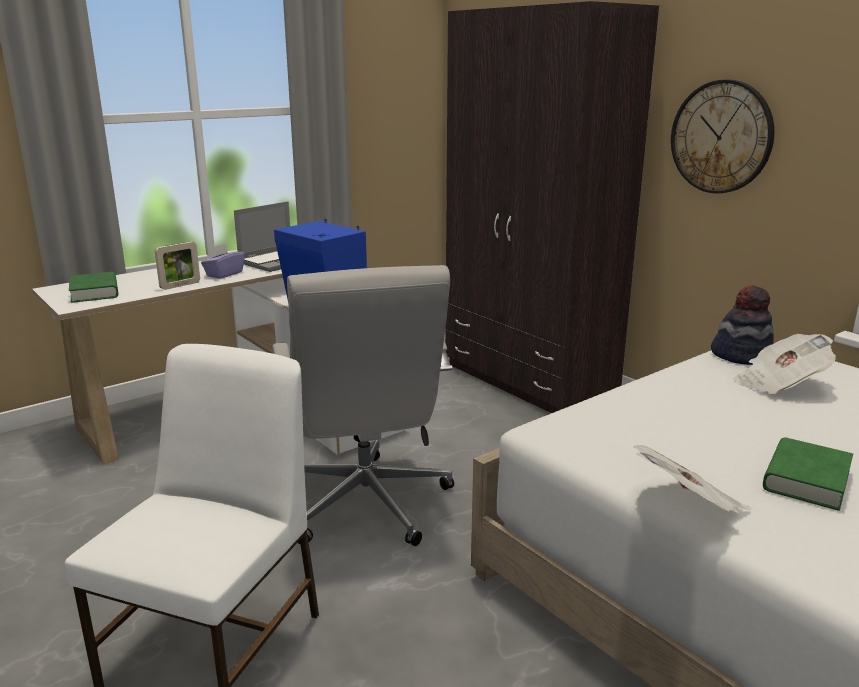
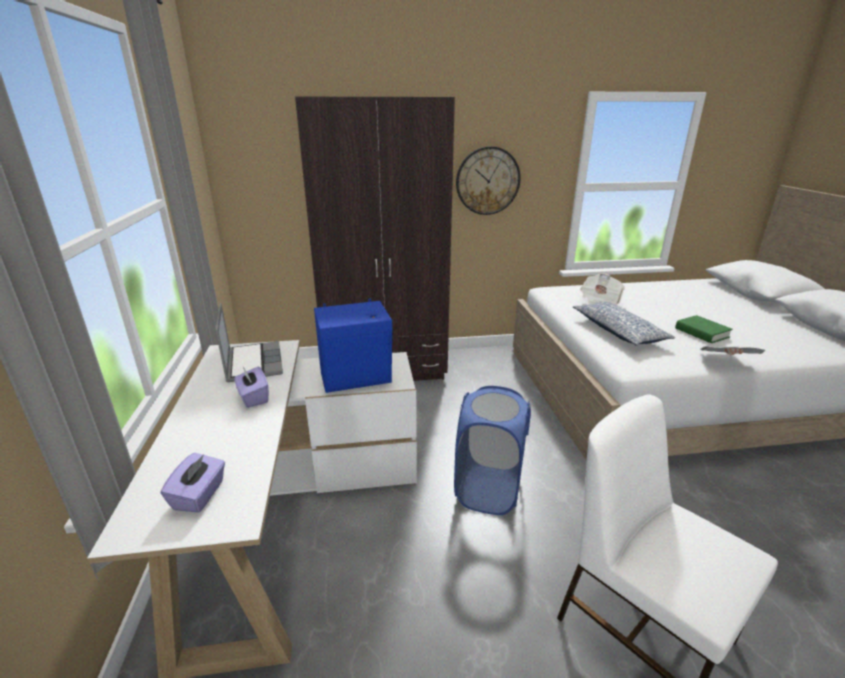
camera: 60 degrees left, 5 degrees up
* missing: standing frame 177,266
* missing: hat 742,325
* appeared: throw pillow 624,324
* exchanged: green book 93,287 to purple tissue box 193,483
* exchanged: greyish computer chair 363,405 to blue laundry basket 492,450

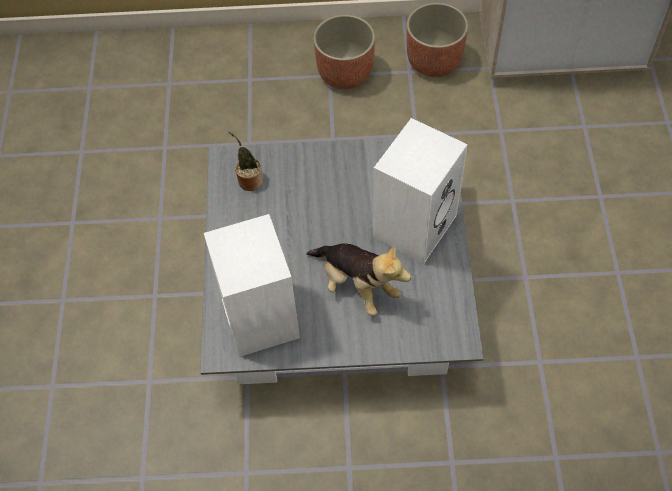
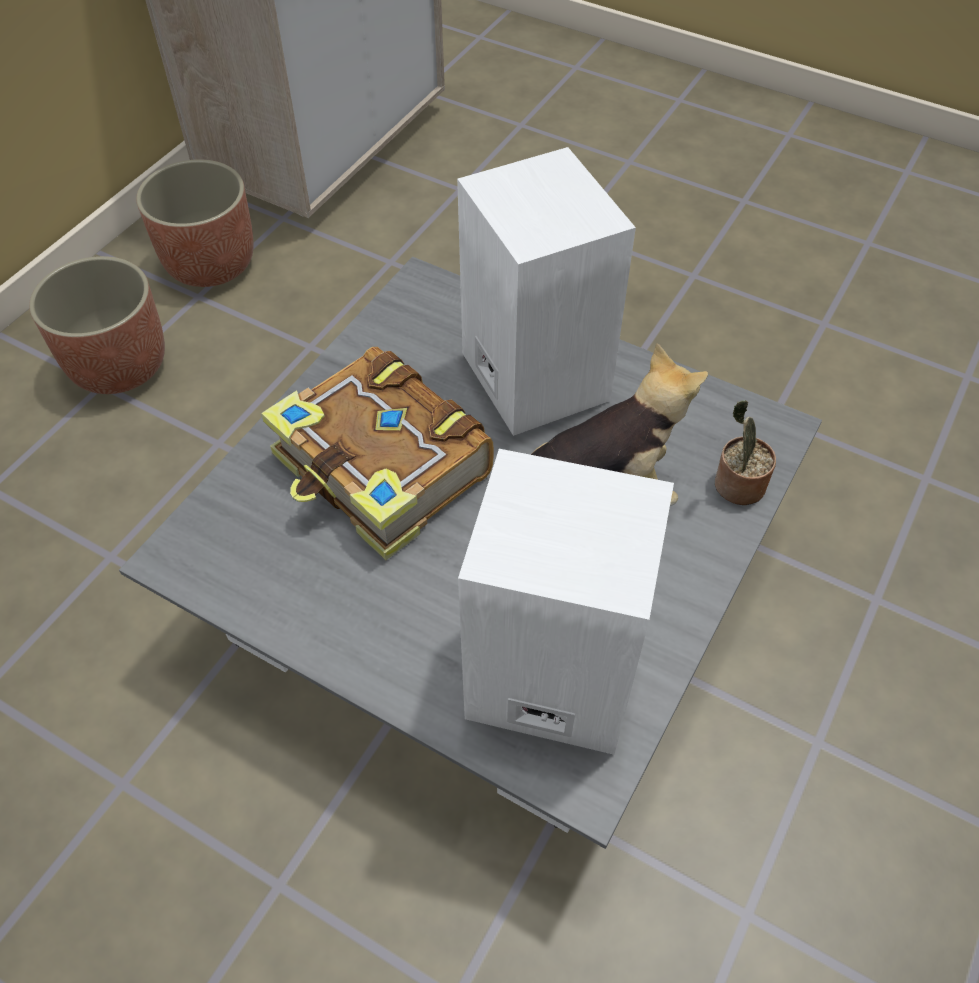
camera: 60 degrees left, 5 degrees down
* appeared: book 377,453
* relocated: potted plant 245,161 to 745,452

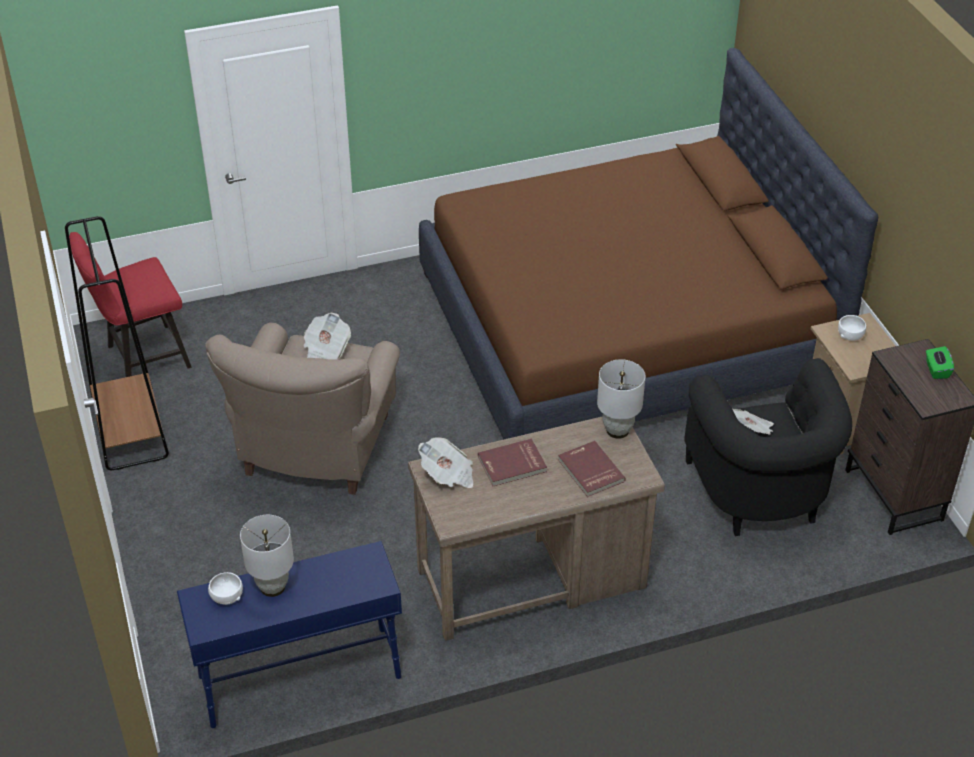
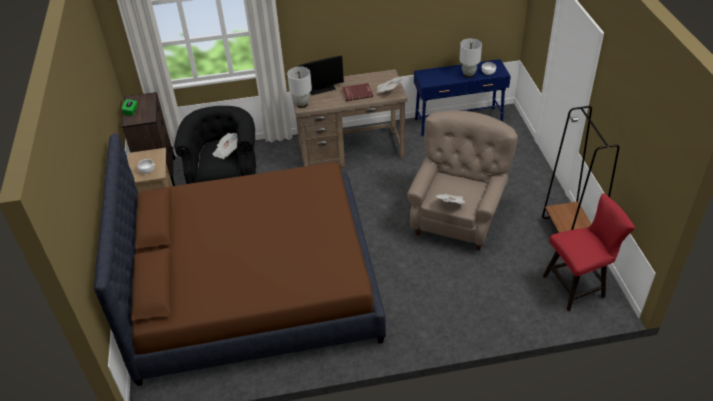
camera: 170 degrees left, 0 degrees up
* exchanged: red book 592,469 to computer display 321,75

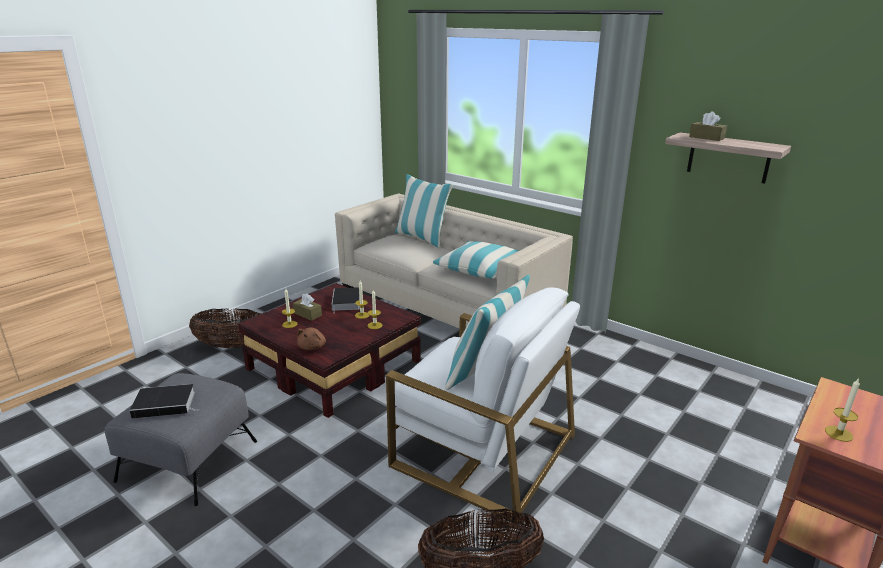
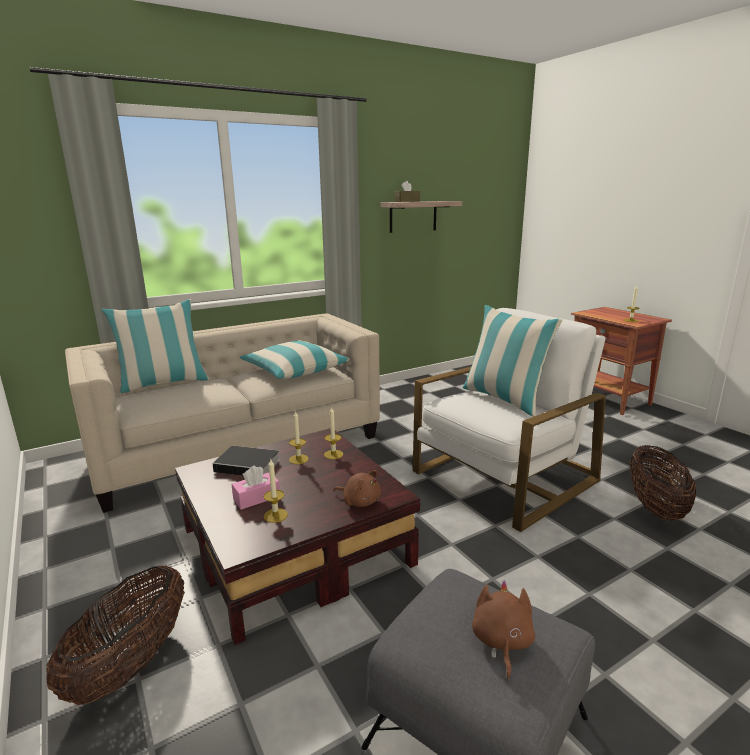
camera: 70 degrees left, 5 degrees down
* exchanged: book 164,401 to brown plush toy 503,630
* colour: brown tissue box 307,307 to pink-coloured tissue box 255,487

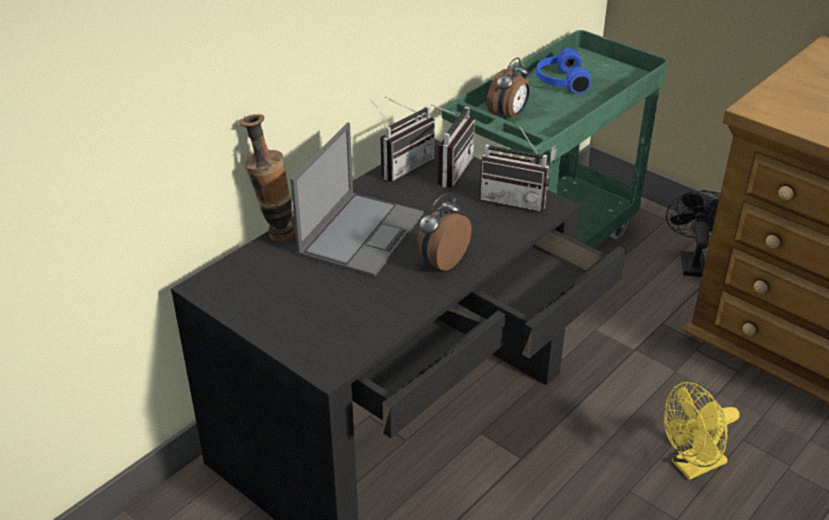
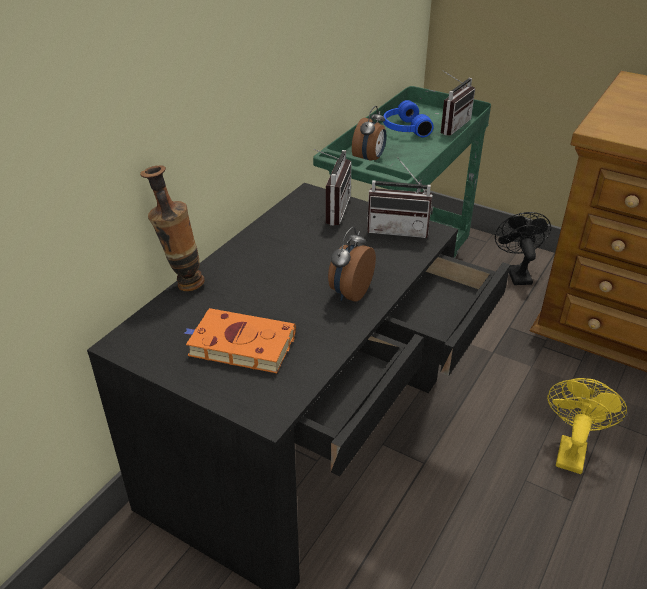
camera: 10 degrees left, 0 degrees up
* missing: laptop 357,199
* appeared: orange book 240,340
* relocated: radio receiver 407,139 to 458,103
* spun: yellow electric fan 702,431 = 587,426 150 degrees clockwise

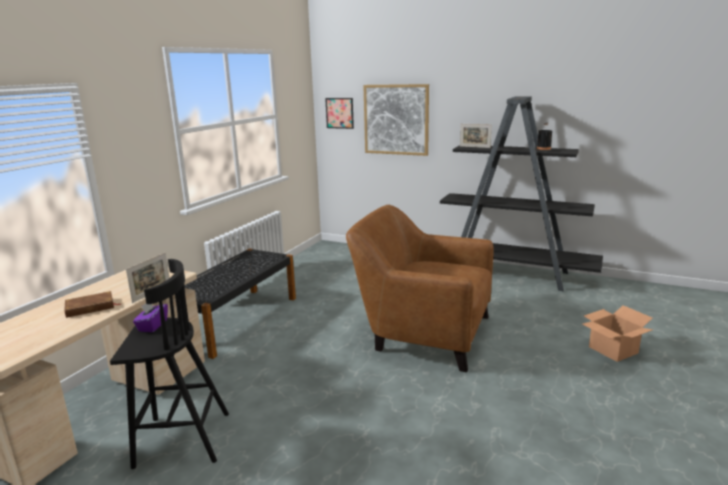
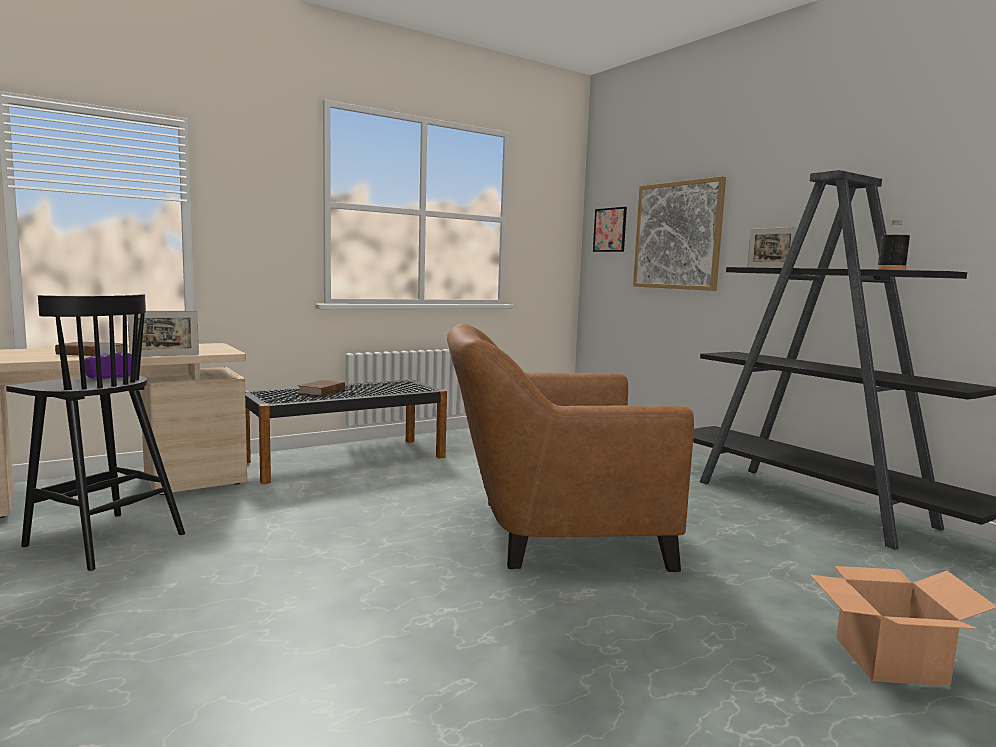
camera: 30 degrees right, 10 degrees down
* appeared: brown book 321,388
* spun: brown armchair 419,288 = 570,448 60 degrees counterclockwise

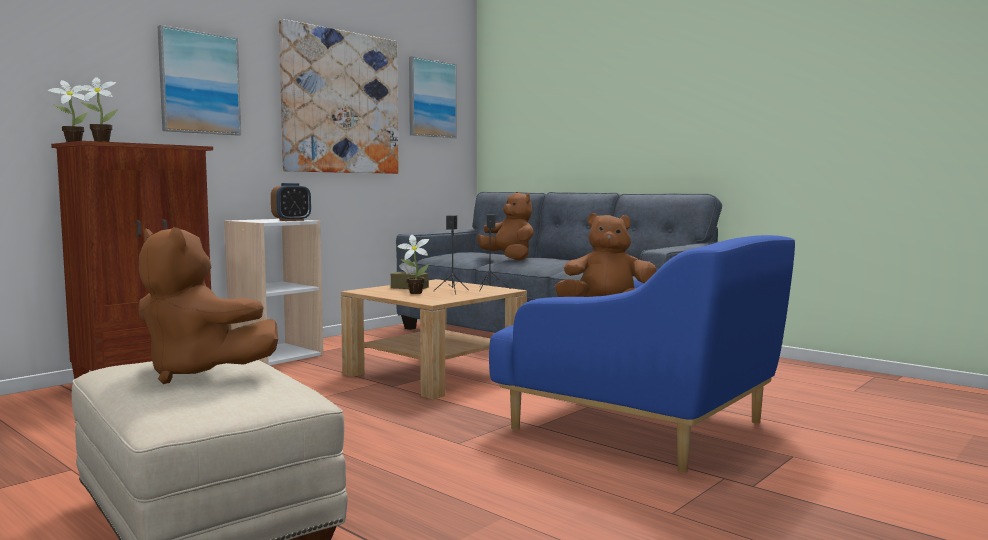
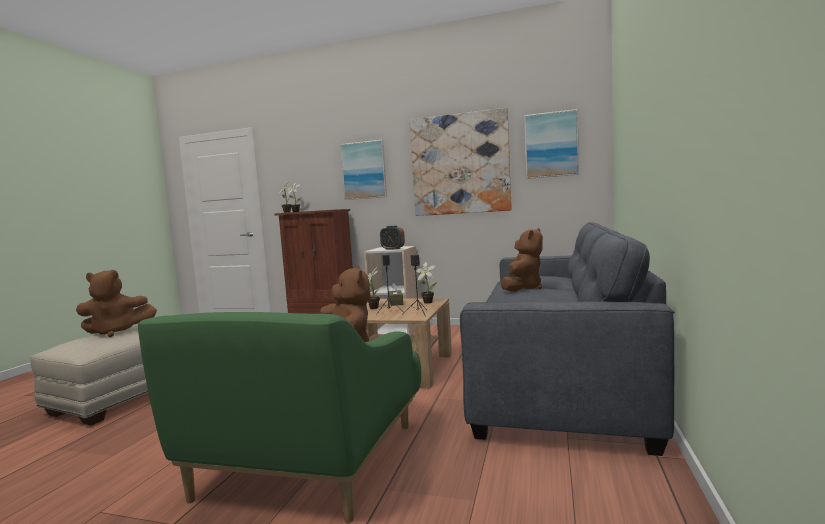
camera: 65 degrees right, 0 degrees up
* appeared: potted plant 426,283
* colour: blue armchair 642,354 to green armchair 279,417
* spun: brown plush toy 208,305 = 116,303 105 degrees counterclockwise

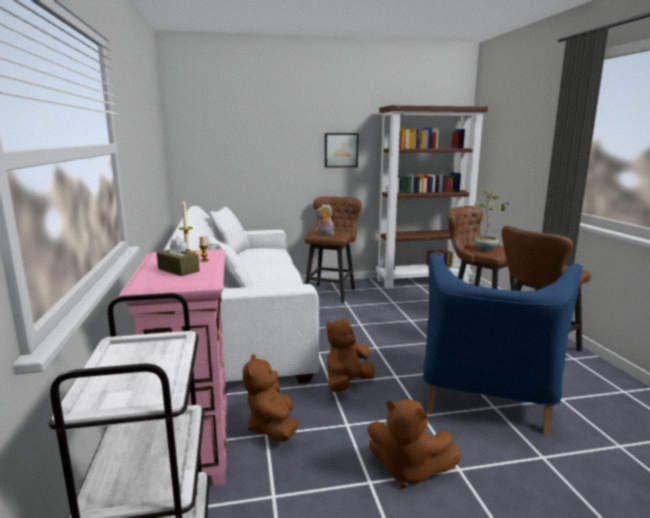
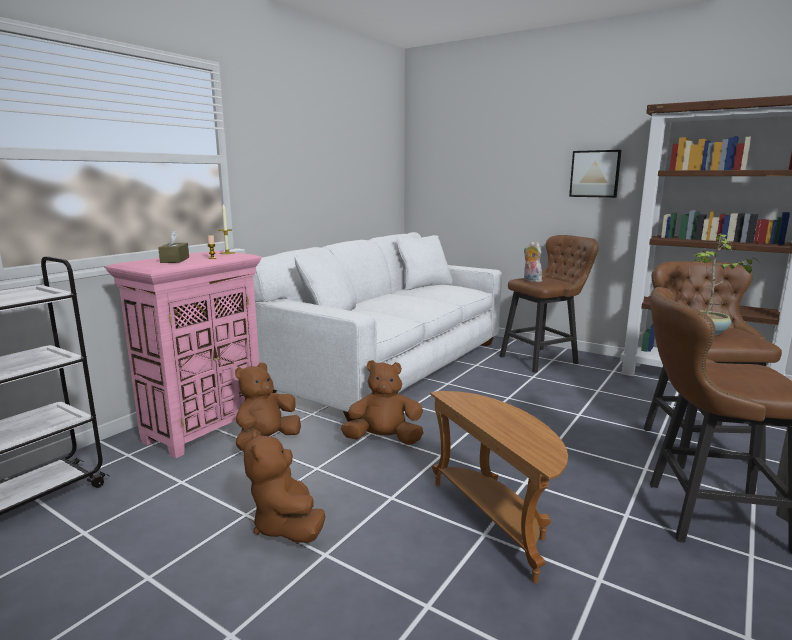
camera: 45 degrees right, 0 degrees up
* exchanged: blue armchair 503,344 to brown end table 499,487

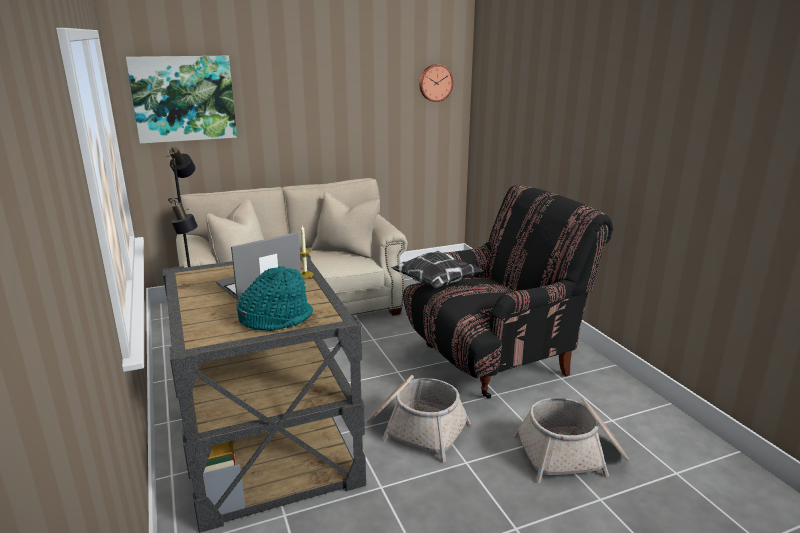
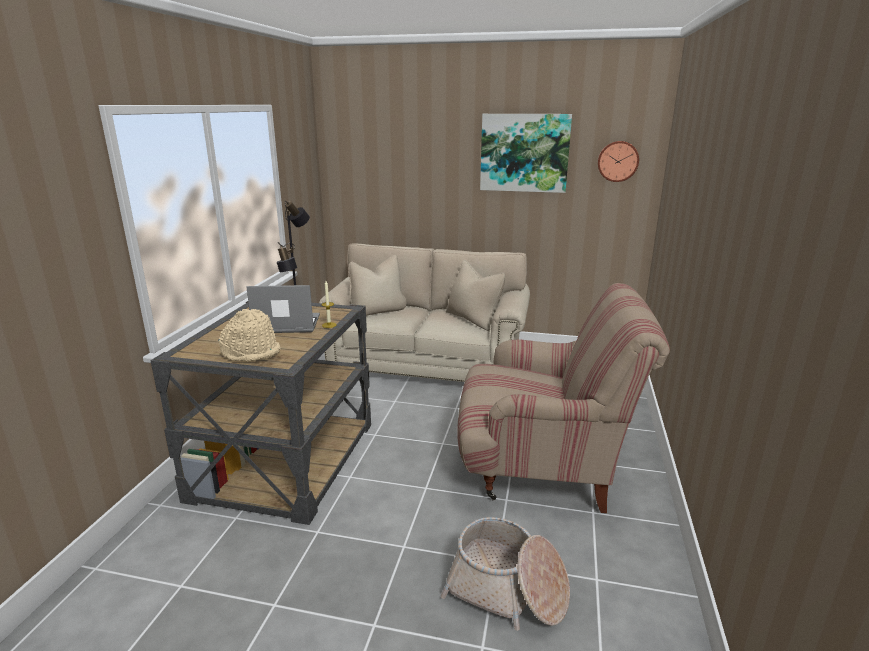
camera: 35 degrees right, 0 degrees up
* missing: storage basket 418,418
* missing: throw pillow 437,269
* relocated: wall picture 181,100 to 526,153
* colour: turquoise hat 275,298 to beige-coloured hat 249,335
* colour: black armchair 508,292 to beige-coloured armchair 563,398

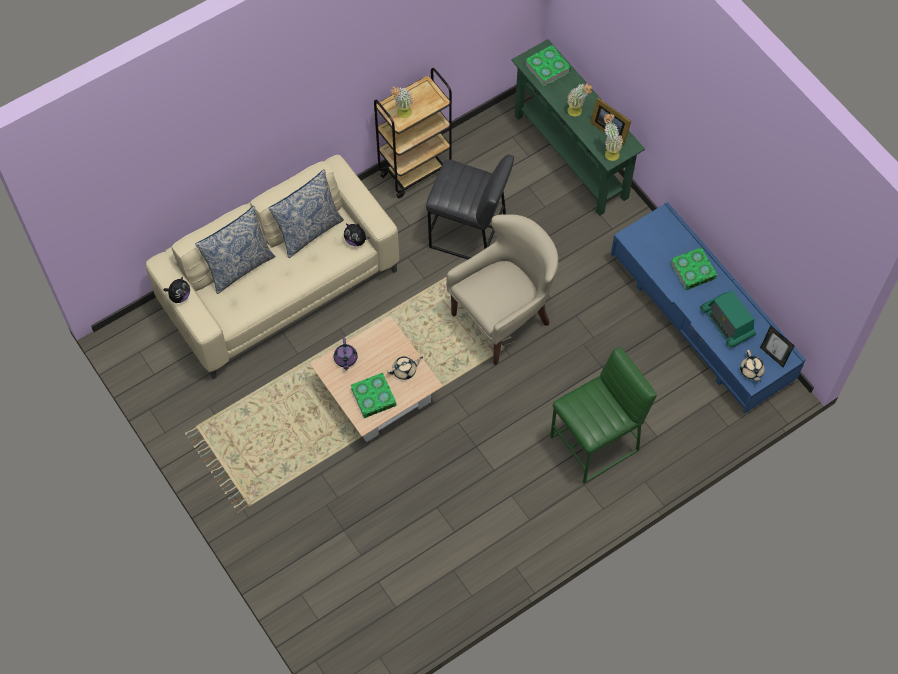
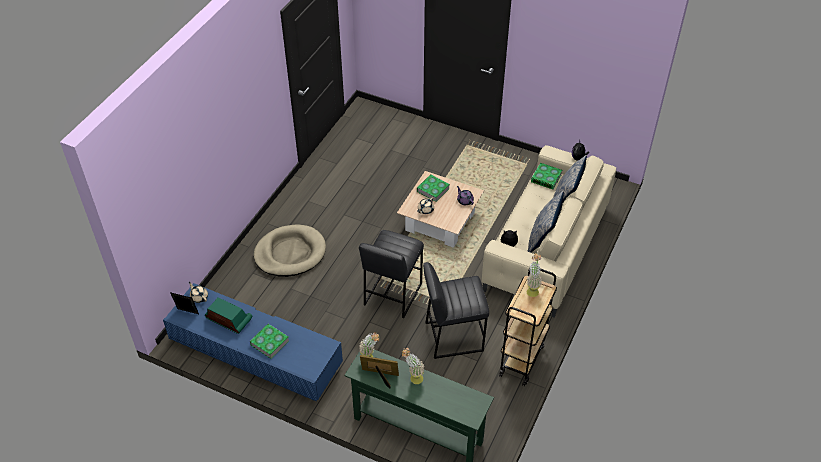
camera: 150 degrees right, 15 degrees down
* relocated: book 548,66 to 546,176
* exchanged: beige-coloured armchair 502,289 to greyish sitting stool 391,274
* exchanged: green sitting stool 603,415 to beige-coloured pet bed 290,251

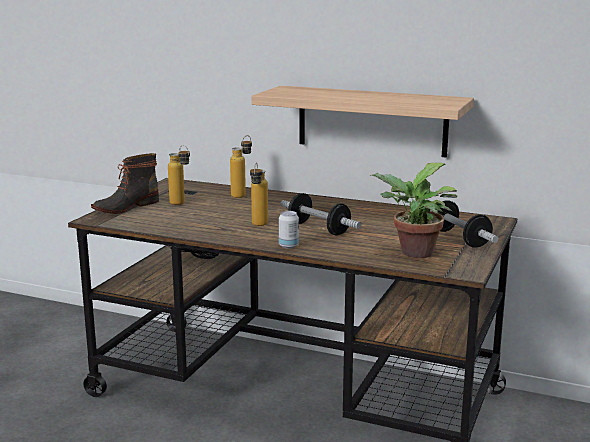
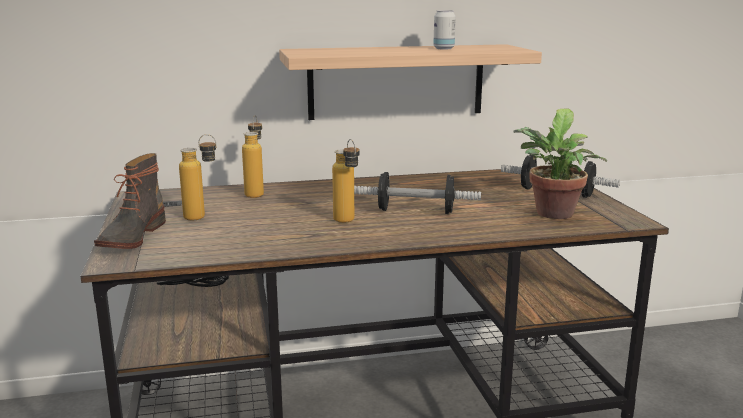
camera: 35 degrees left, 0 degrees up
* relocated: can 289,230 to 444,29

